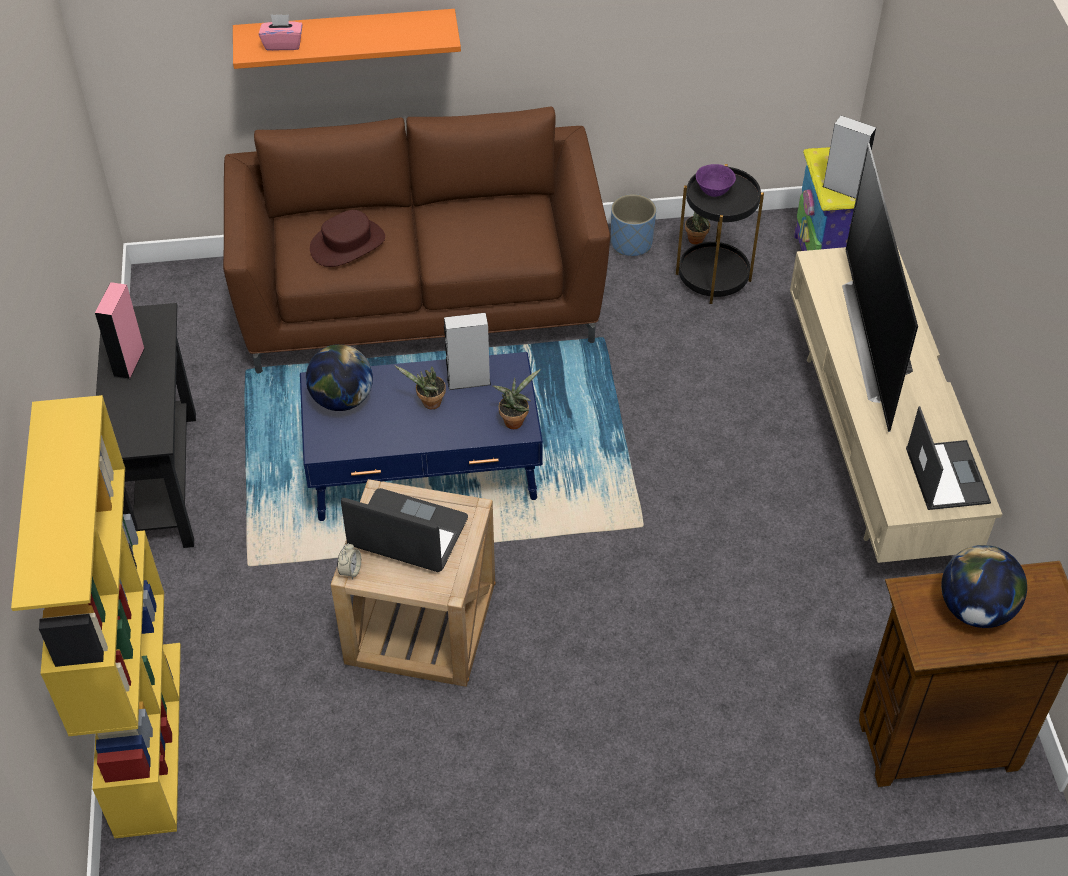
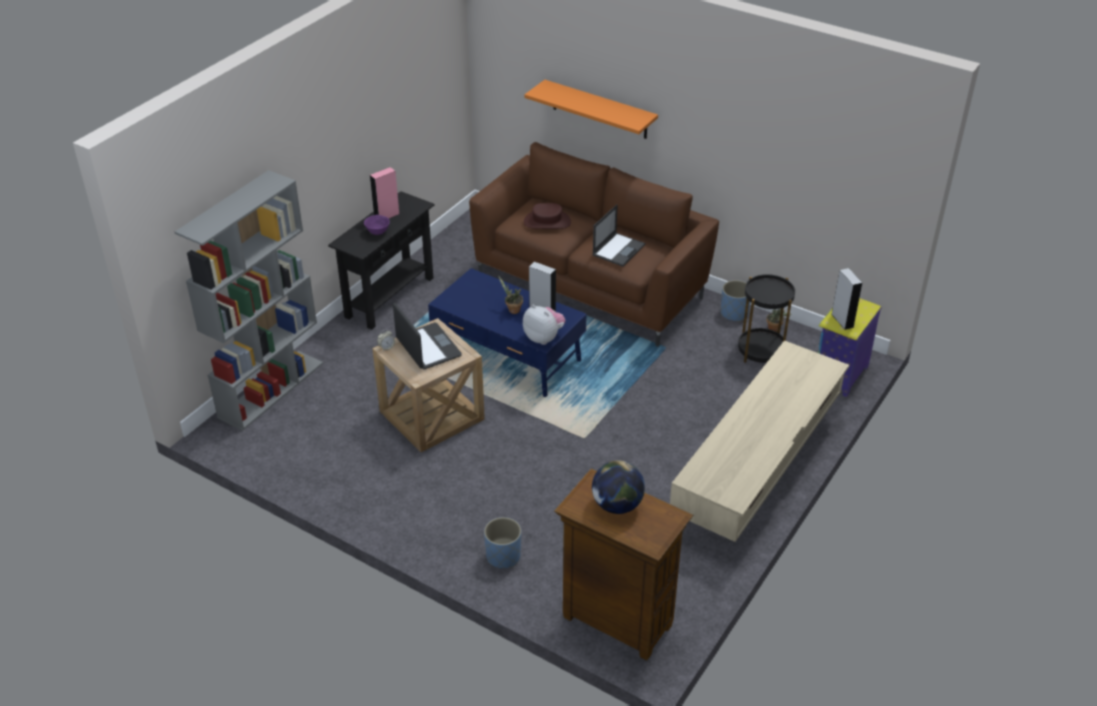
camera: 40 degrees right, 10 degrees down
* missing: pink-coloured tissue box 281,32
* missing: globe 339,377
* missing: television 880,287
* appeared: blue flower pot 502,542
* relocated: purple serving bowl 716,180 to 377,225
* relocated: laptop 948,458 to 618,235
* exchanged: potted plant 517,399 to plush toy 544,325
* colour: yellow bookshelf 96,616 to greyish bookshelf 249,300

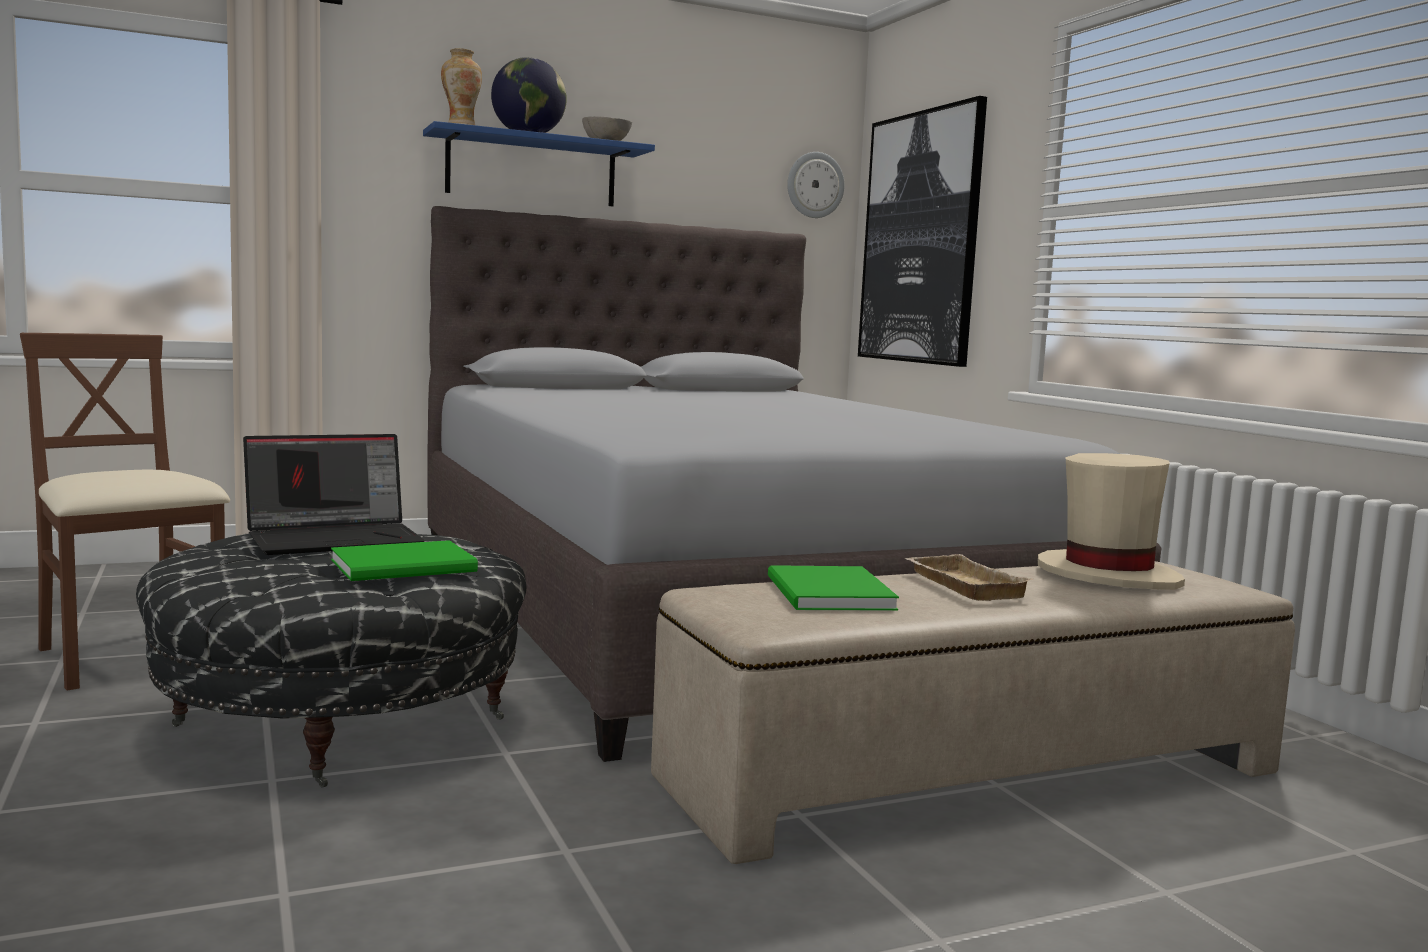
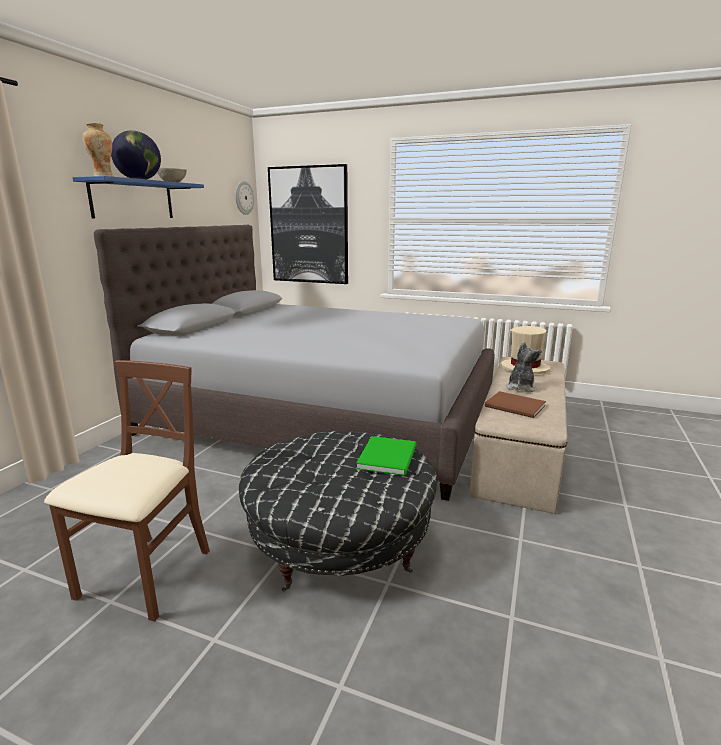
camera: 45 degrees left, 10 degrees up
* missing: laptop 334,494
* exchanged: beige-coloured tray 969,577 to plush toy 524,367
* colour: green book 833,588 to brown book 515,404
* spun: brown upright chair 125,512 = 127,491 105 degrees clockwise

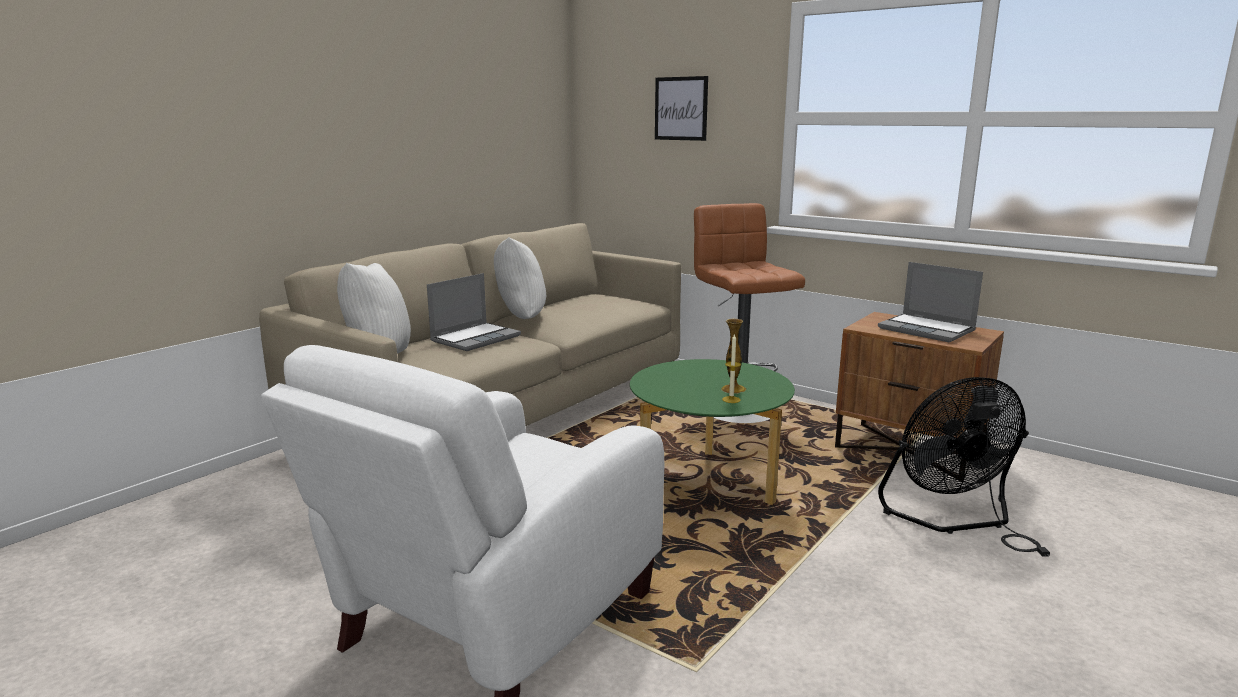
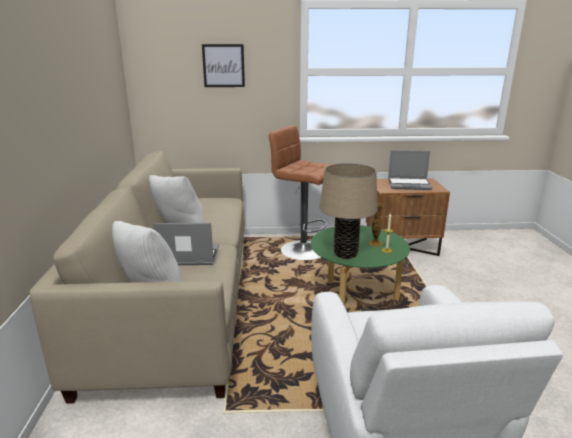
camera: 40 degrees left, 5 degrees up
* missing: black electric fan 964,467
* appeared: beige-coloured lamp for a table 349,211
* spun: laptop 474,312 = 185,244 90 degrees counterclockwise

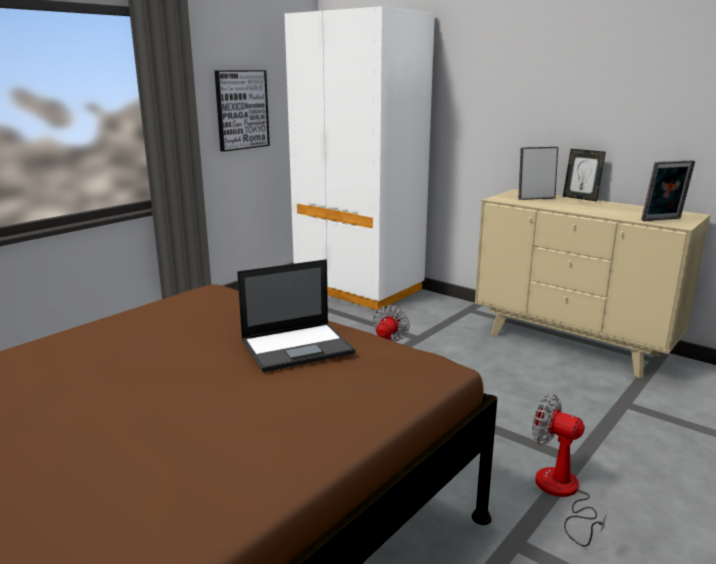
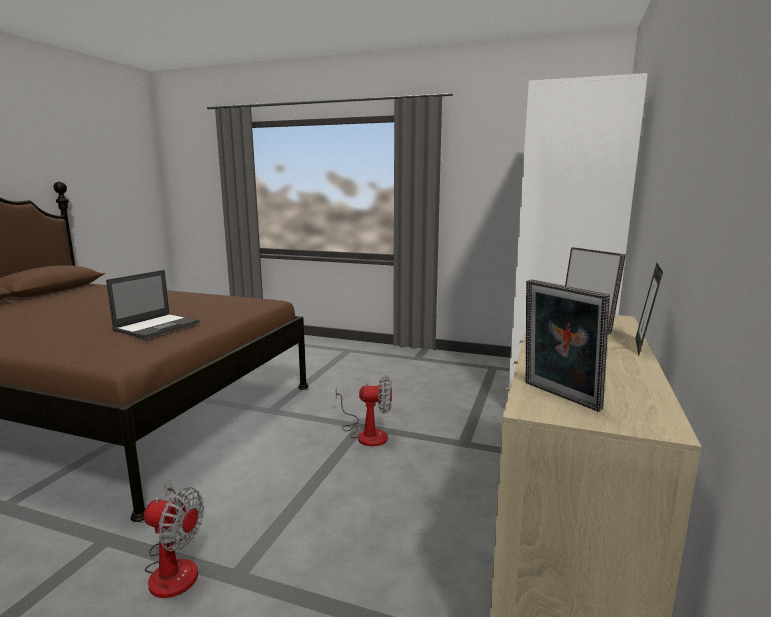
camera: 70 degrees right, 5 degrees down
* missing: wall picture 242,111
* spun: laptop 296,315 = 153,304 105 degrees counterclockwise
* spun: electric fan 569,470 = 174,538 90 degrees clockwise

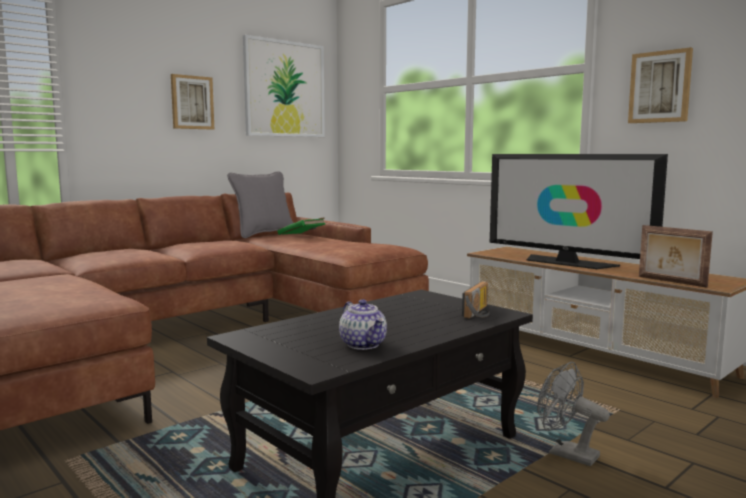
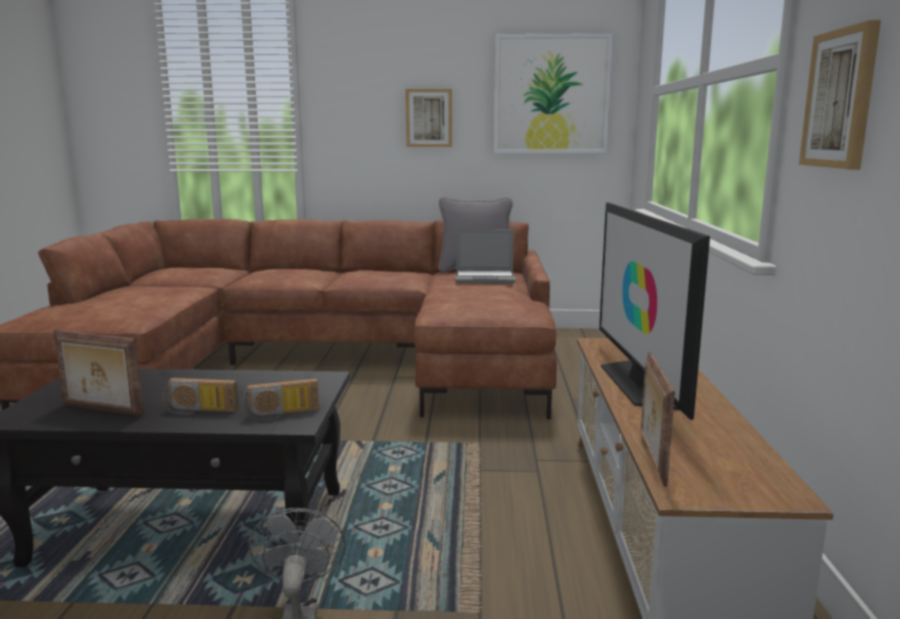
camera: 45 degrees right, 5 degrees up
* appeared: radio receiver 200,397
* exchanged: green book 301,226 to laptop 486,256
* exchanged: teapot 363,324 to standing frame 98,373

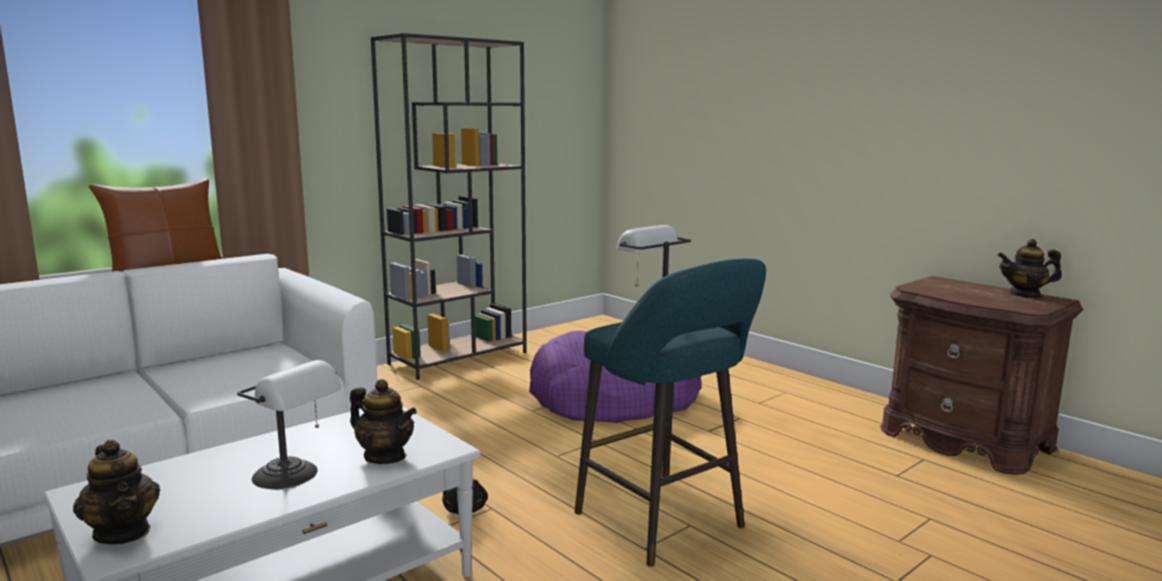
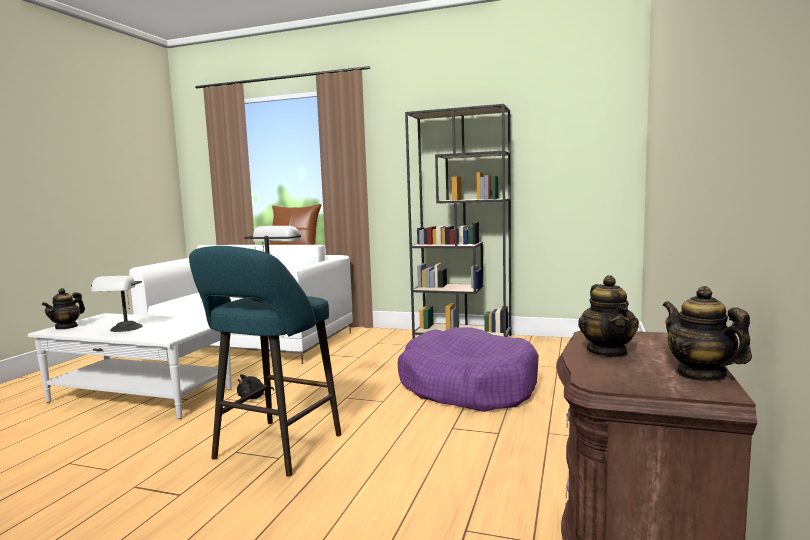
camera: 60 degrees right, 5 degrees down
* relocated: teapot 383,421 to 608,316

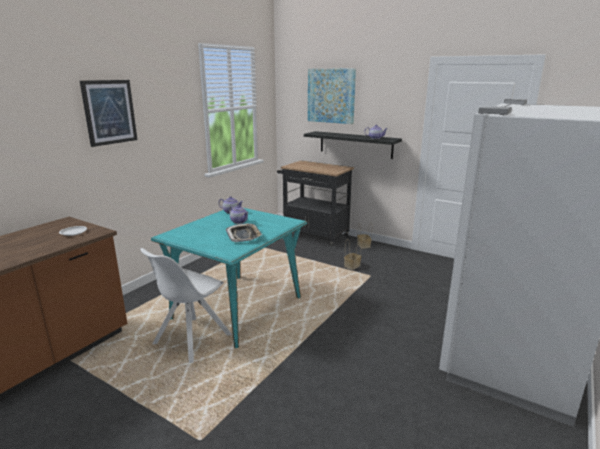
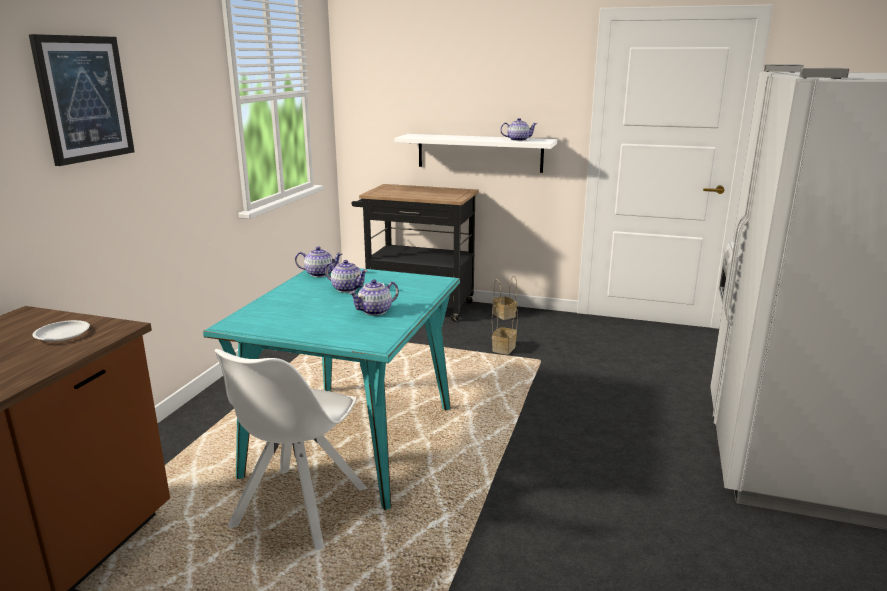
camera: 15 degrees left, 0 degrees up
* missing: wall picture 332,96
* exchanged: tray 244,232 to teapot 374,297
* colour: black bracket shelf 353,145 to white bracket shelf 476,153

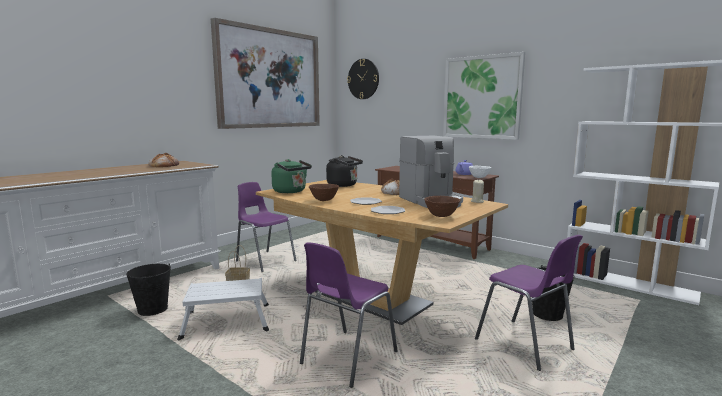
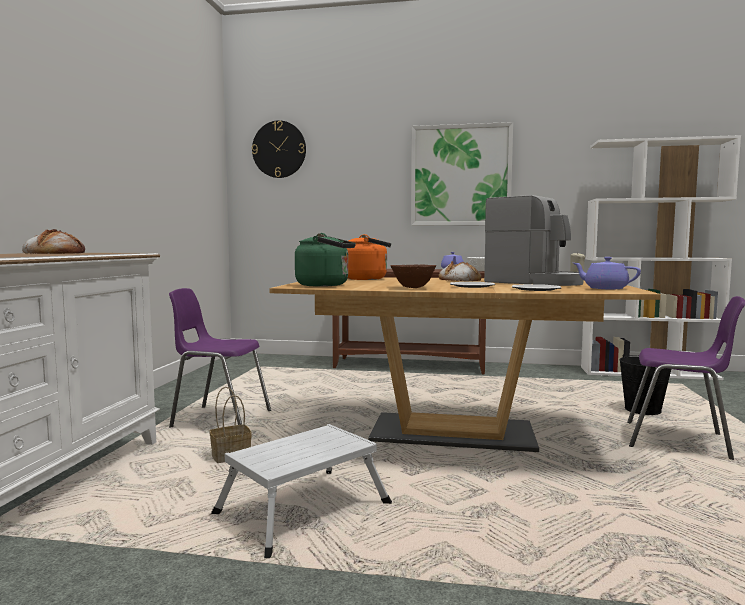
camera: 30 degrees left, 5 degrees down
* missing: black water bucket 148,289
* missing: wall picture 265,73
* missing: purple upright chair 349,315
* exchanged: brown serving bowl 442,206 to purple teapot 607,273
* colour: black water kettle 344,171 to orange water kettle 369,257

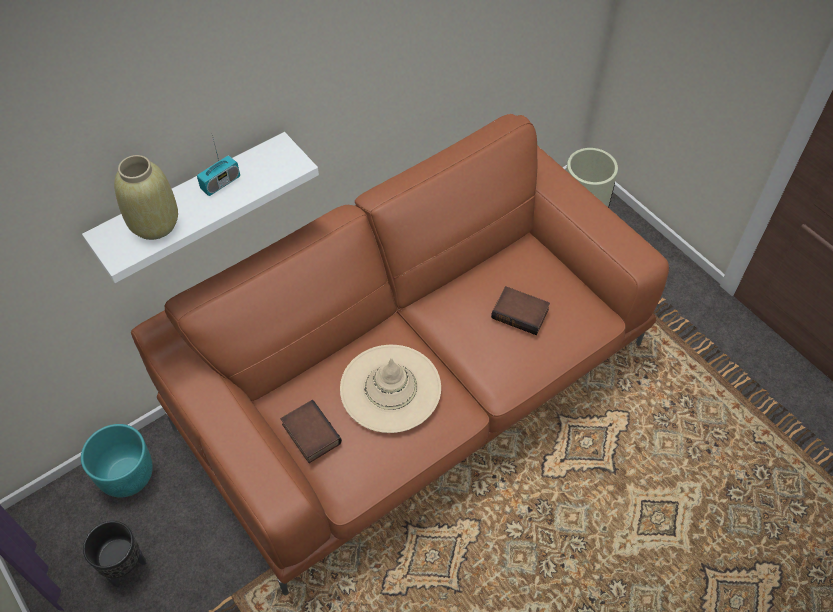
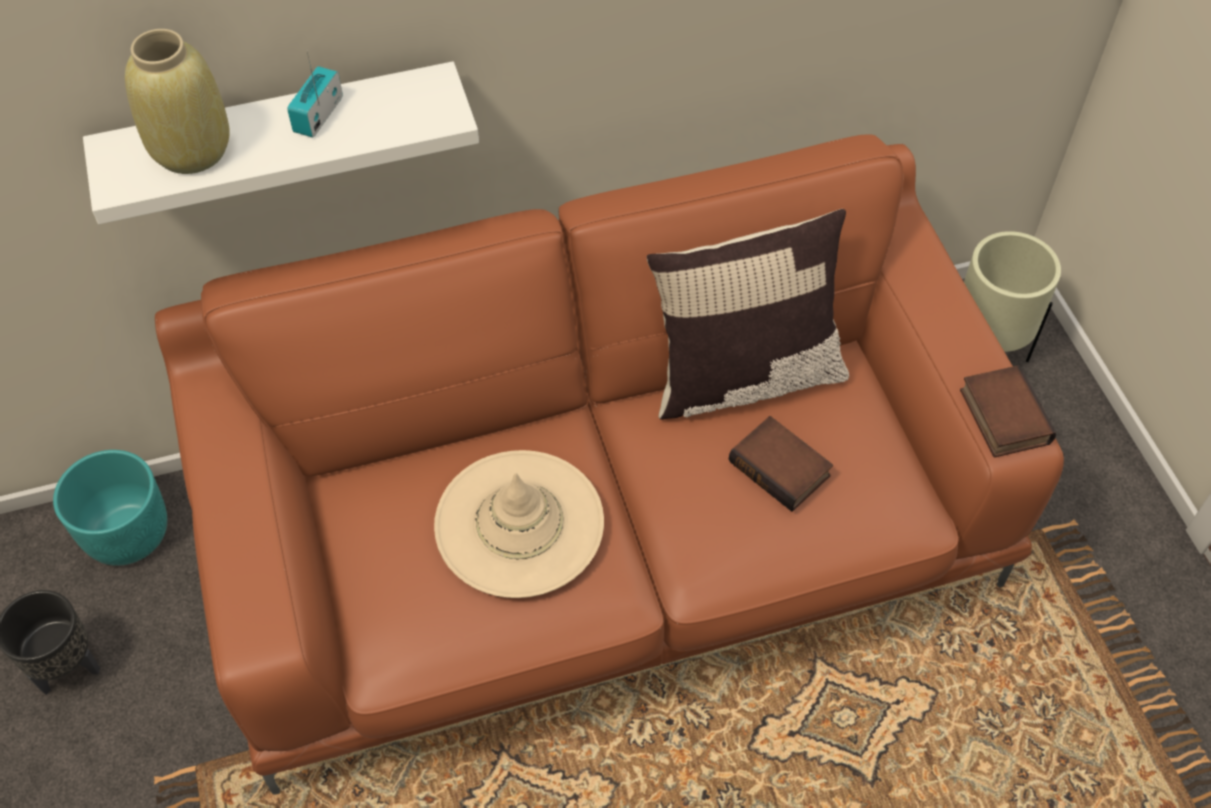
camera: 20 degrees right, 0 degrees up
* appeared: throw pillow 748,314
* relocated: book 311,431 to 1008,411
* spun: radio receiver 218,165 = 315,95 135 degrees clockwise

